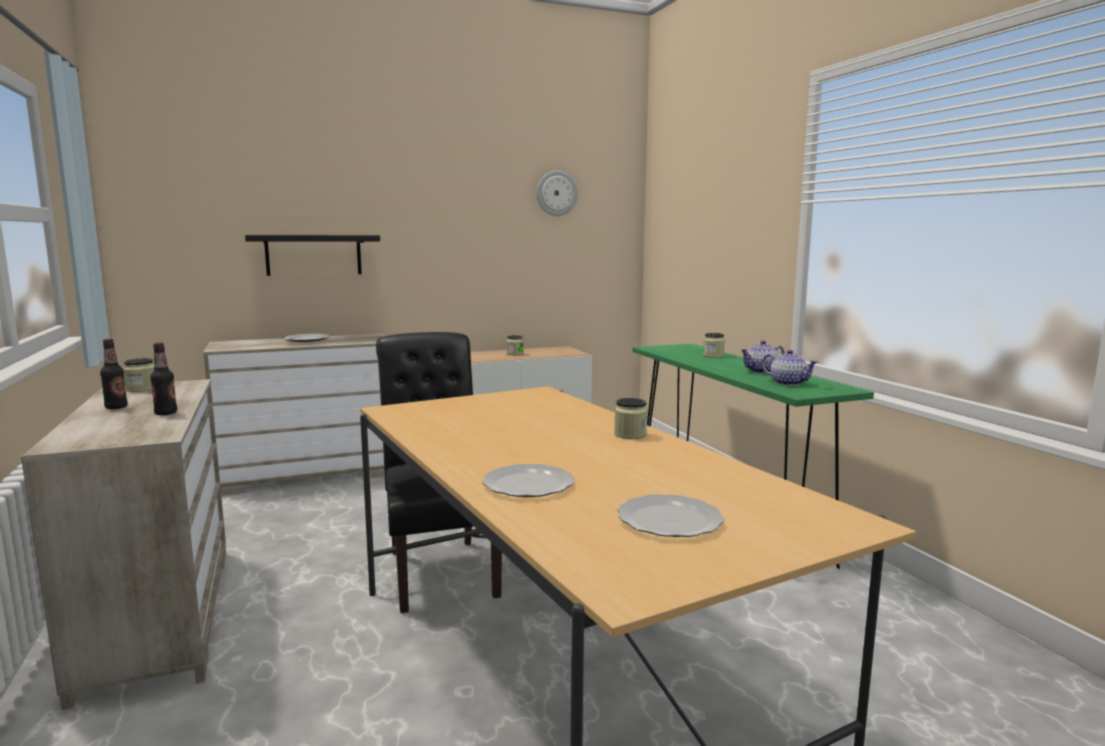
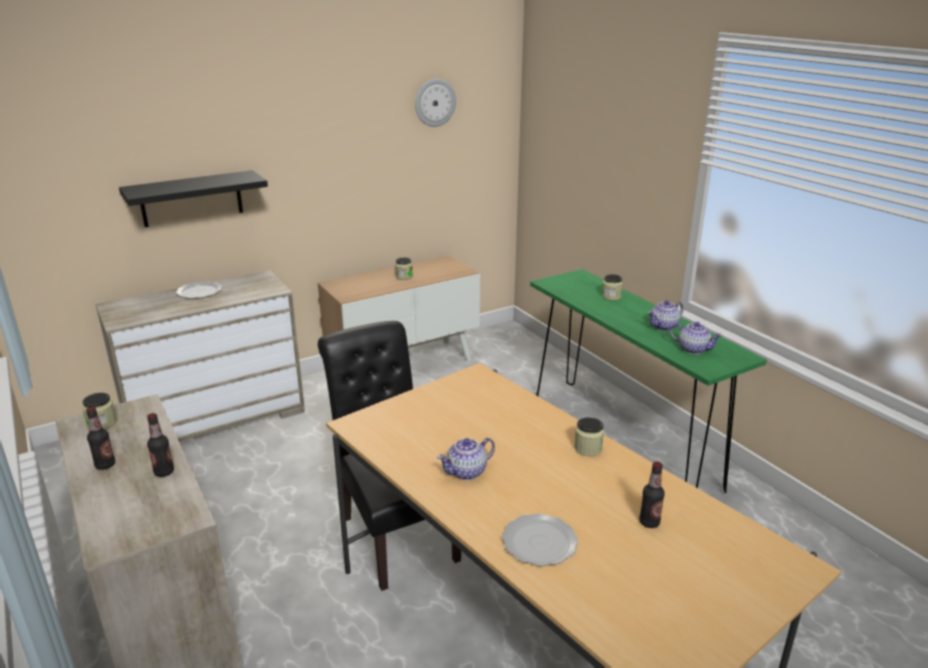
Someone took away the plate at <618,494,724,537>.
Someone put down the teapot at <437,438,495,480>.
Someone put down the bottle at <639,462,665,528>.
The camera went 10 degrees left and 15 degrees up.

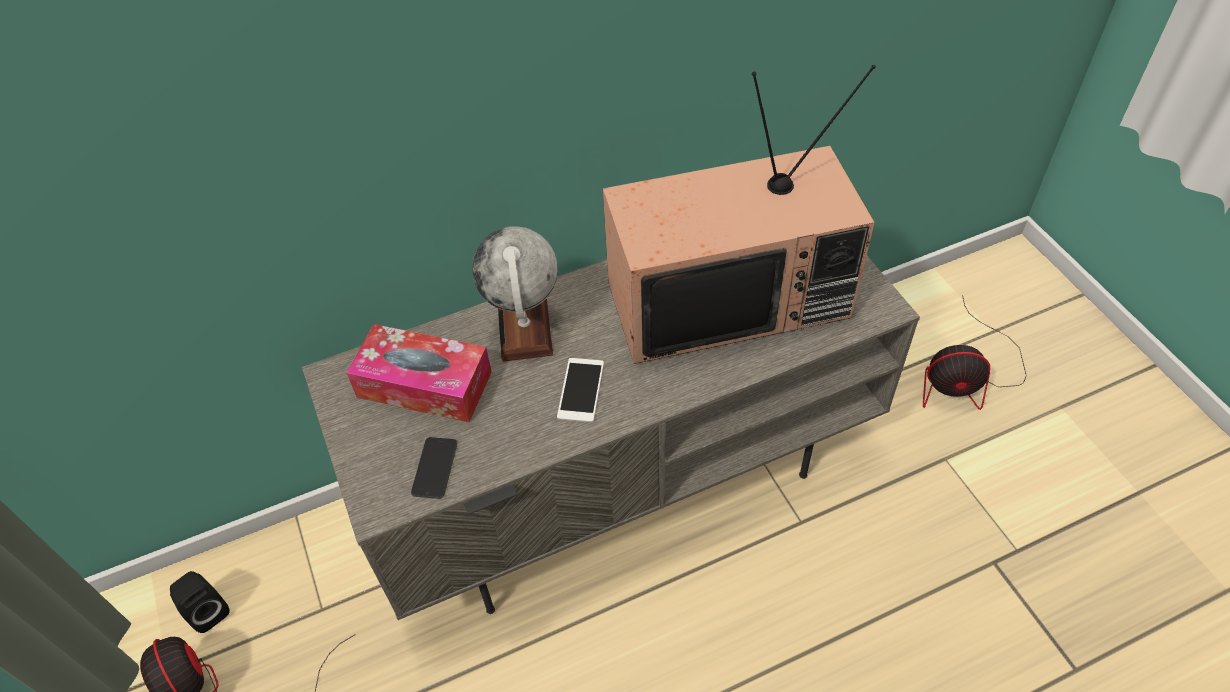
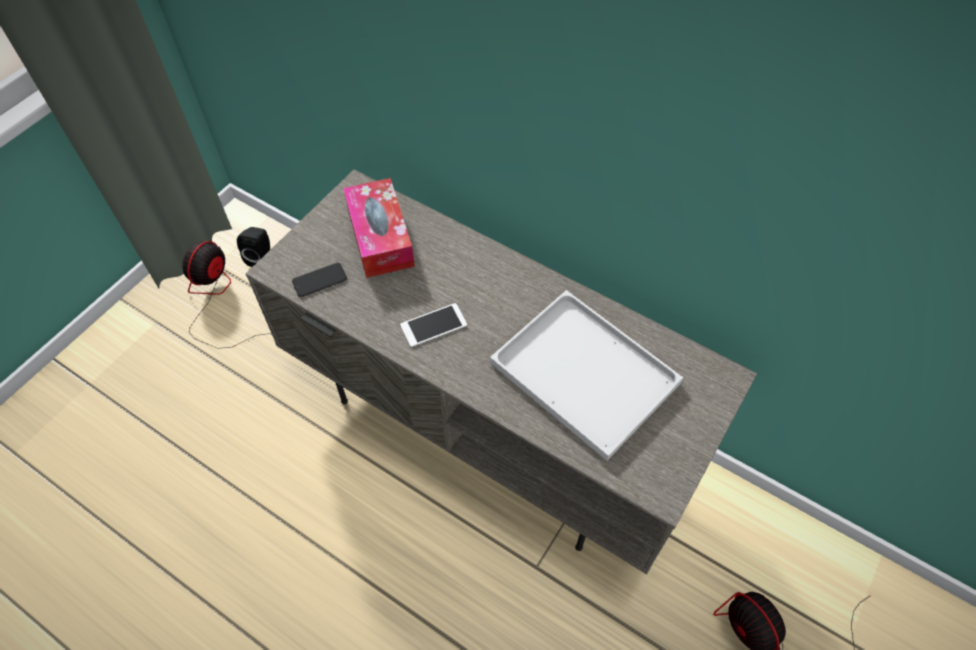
Someone took away the globe at <472,226,558,362>.
Someone swapped the television at <603,65,876,364> for the tray/white at <490,290,683,461>.
The camera went 55 degrees right and 5 degrees up.

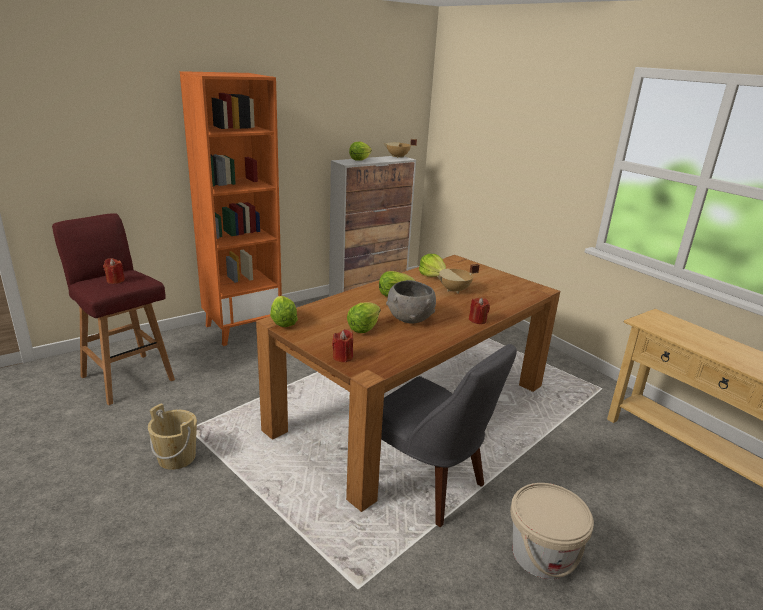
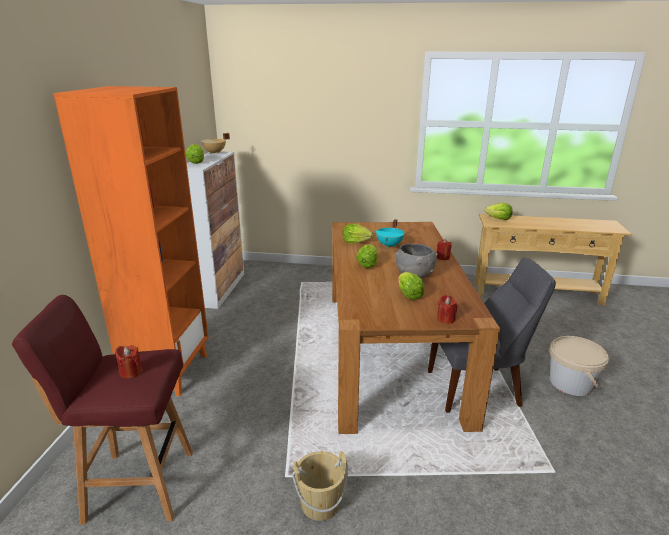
Someone carried the lettuce from <270,296,298,327> to <485,203,513,220>.
Someone repainted the cooking pot/beige at <437,264,479,294>, which became the cooking pot/turquoise at <376,219,404,248>.
The camera went 45 degrees left and 0 degrees up.

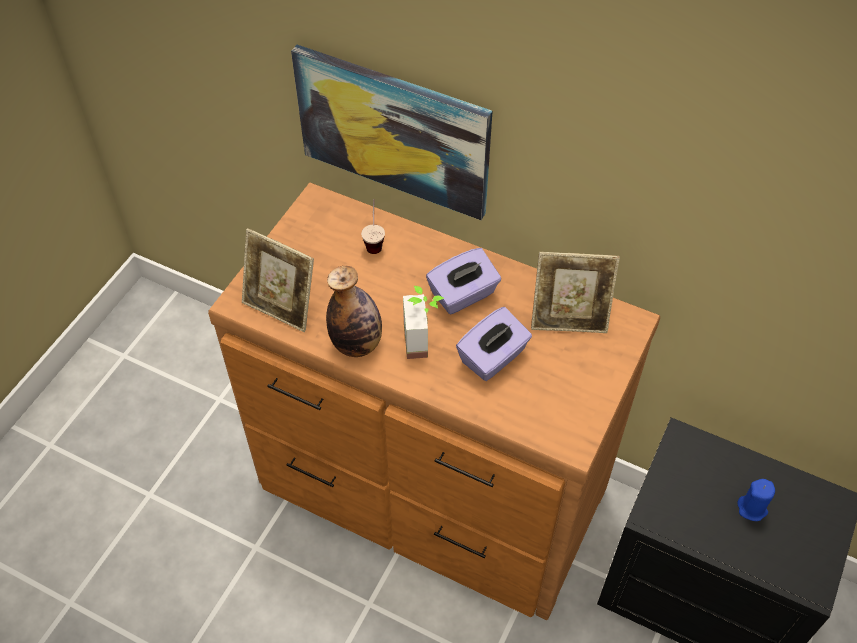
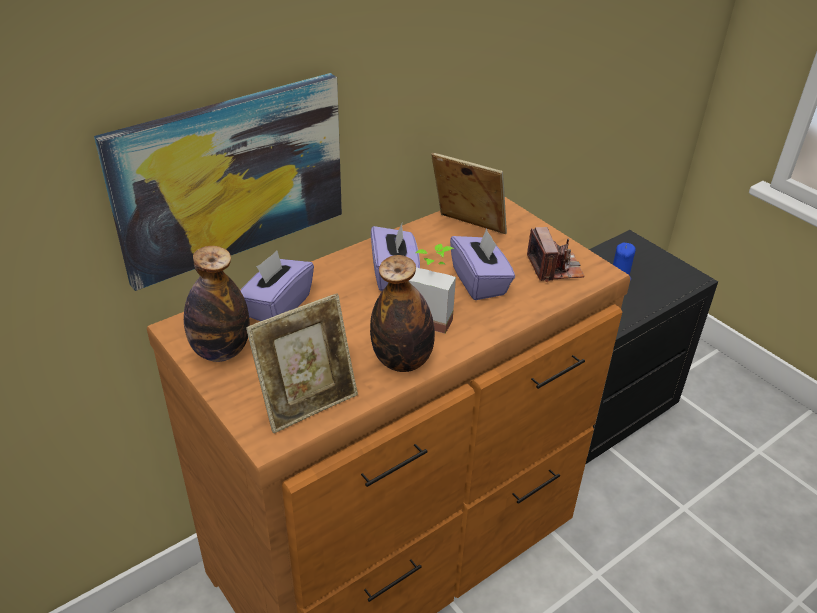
Someone swapped the cup at <361,199,385,254> for the tissue box/purple at <240,251,314,321>.
Someone rotated the picture frame at <531,252,620,333> by 90 degrees counterclockwise.
Someone put down the bottle at <184,246,250,362>.
Someone put down the photo camera at <527,227,584,282>.
The camera went 65 degrees left and 15 degrees down.

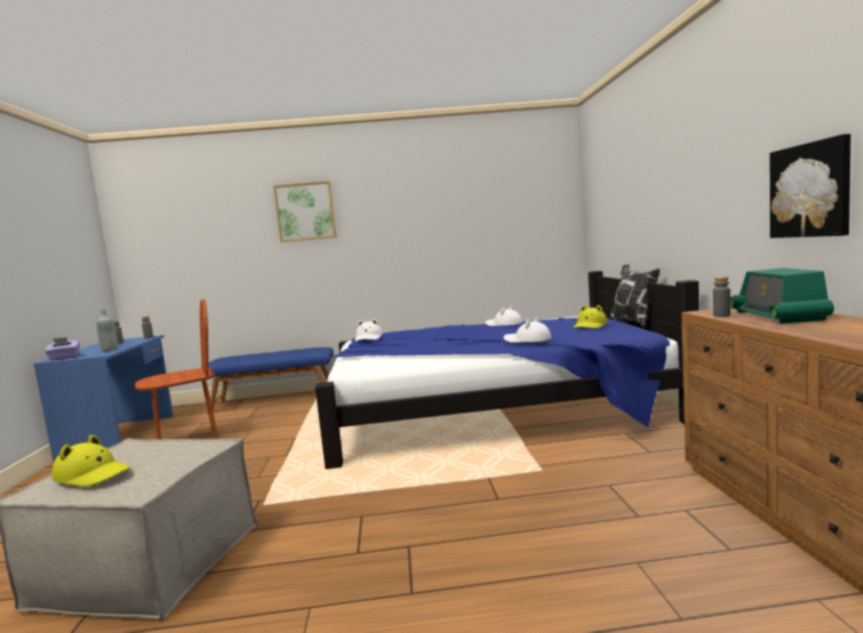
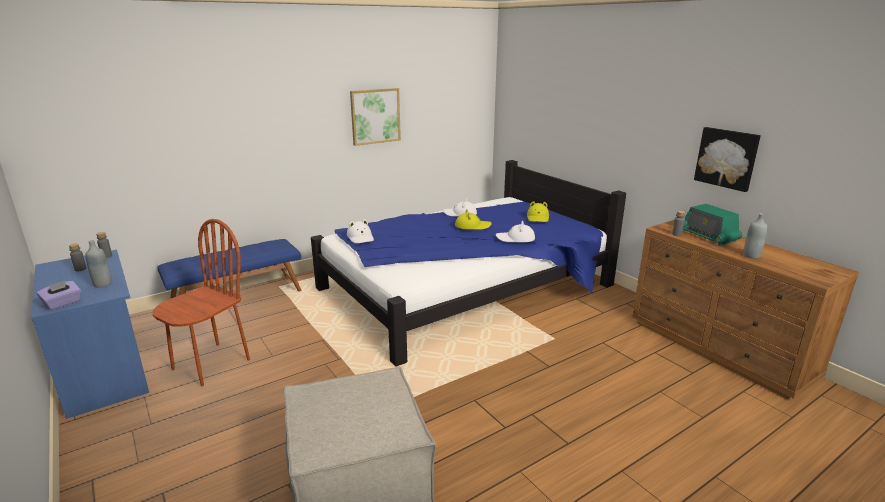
Someone carried the hat/yellow from <52,435,131,486> to <455,209,492,230>.
Someone carried the picture from <273,181,337,242> to <350,88,401,146>.
Someone took away the pillow at <610,264,660,327>.
Someone put down the bottle/grey at <743,213,768,259>.
The camera went 30 degrees left and 15 degrees up.

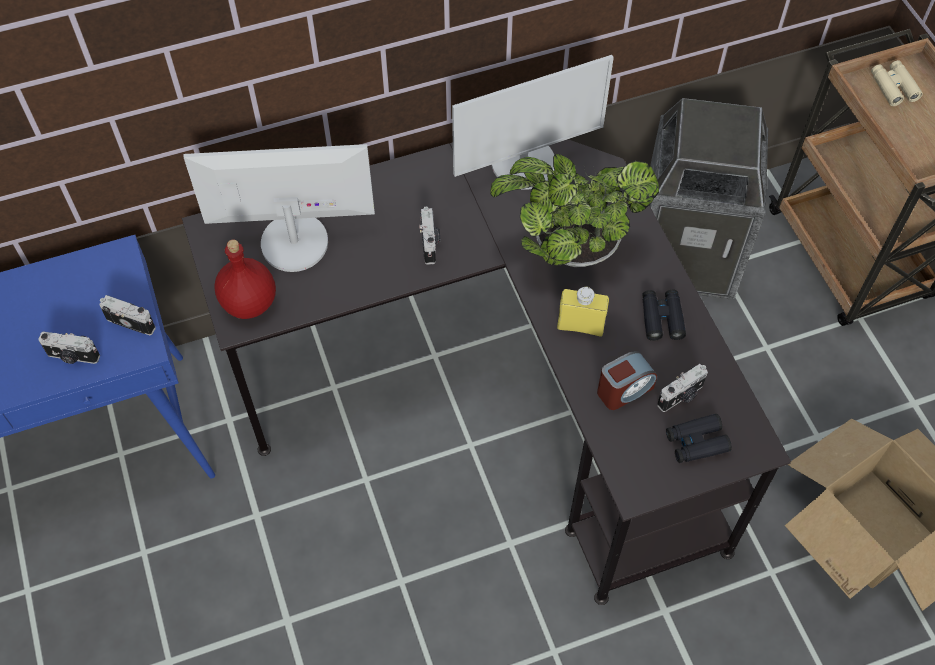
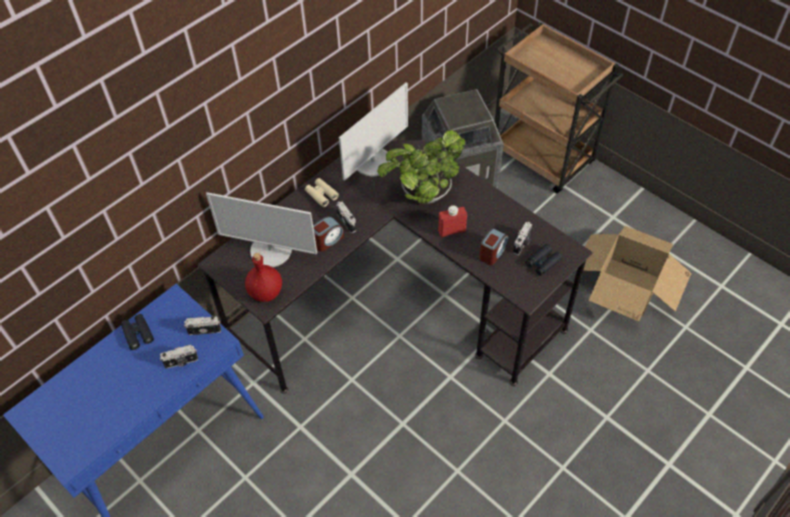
Someone rotated the monitor at <184,144,375,272> by 135 degrees counterclockwise.
Someone repainted the bottle/yellow at <557,286,609,337>, which became the bottle/red at <438,205,467,237>.
Someone carried the binoculars/black from <642,290,686,341> to <121,314,154,350>.
Someone carried the binoculars/beige from <871,60,923,106> to <305,178,339,207>.
Someone put down the alarm clock at <313,216,344,252>.
The camera went 25 degrees left and 5 degrees down.

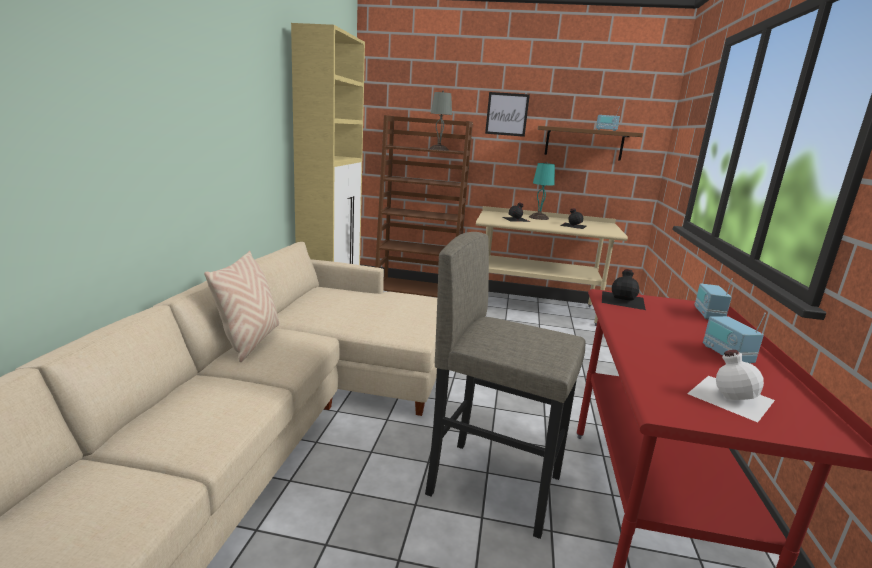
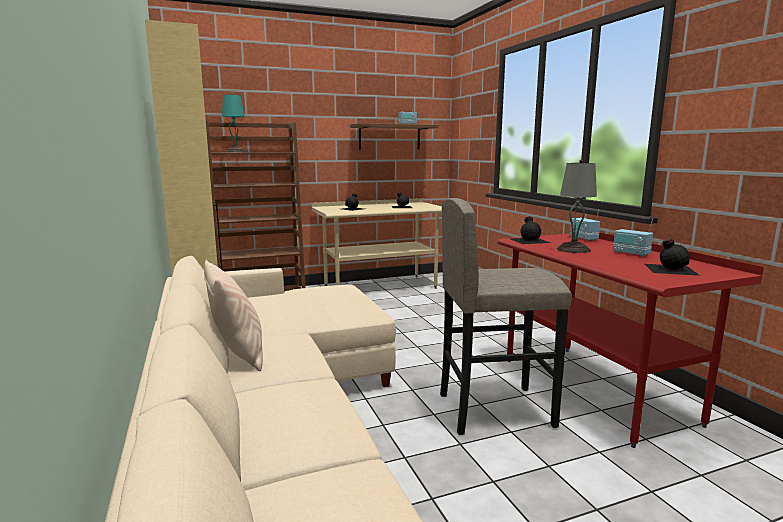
Someone carried the table lamp/grey from <429,91,452,151> to <557,160,597,253>.
Someone took away the picture at <485,92,530,137>.
Someone carried the table lamp/turquoise from <529,162,555,220> to <222,93,246,153>.
Someone repainted the bottle/white at <687,350,775,422>, which became the bottle/black at <645,238,700,276>.
The camera went 30 degrees left and 5 degrees down.

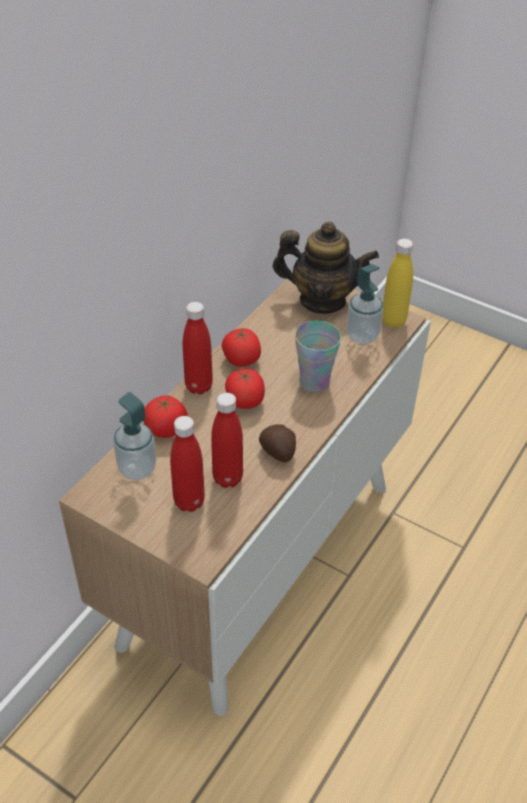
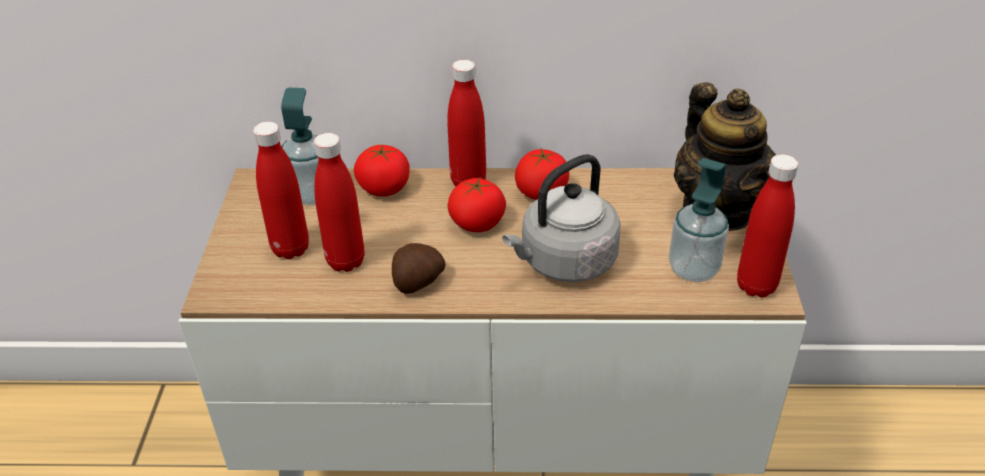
Someone swapped the cup at <295,321,341,392> for the kettle/grey at <502,154,621,282>.
Someone repainted the bottle/yellow at <382,238,413,328>, which became the bottle/red at <737,154,798,298>.
The camera went 60 degrees right and 5 degrees down.

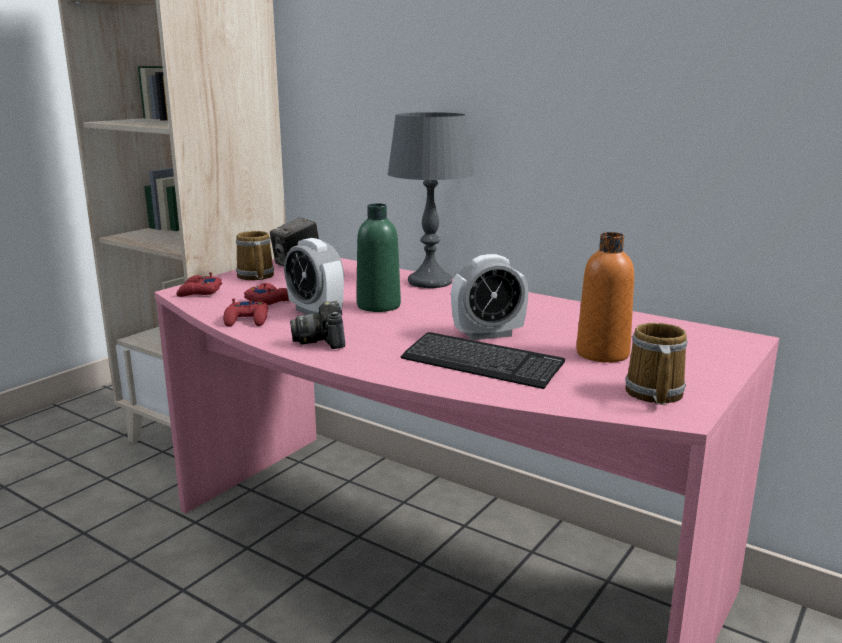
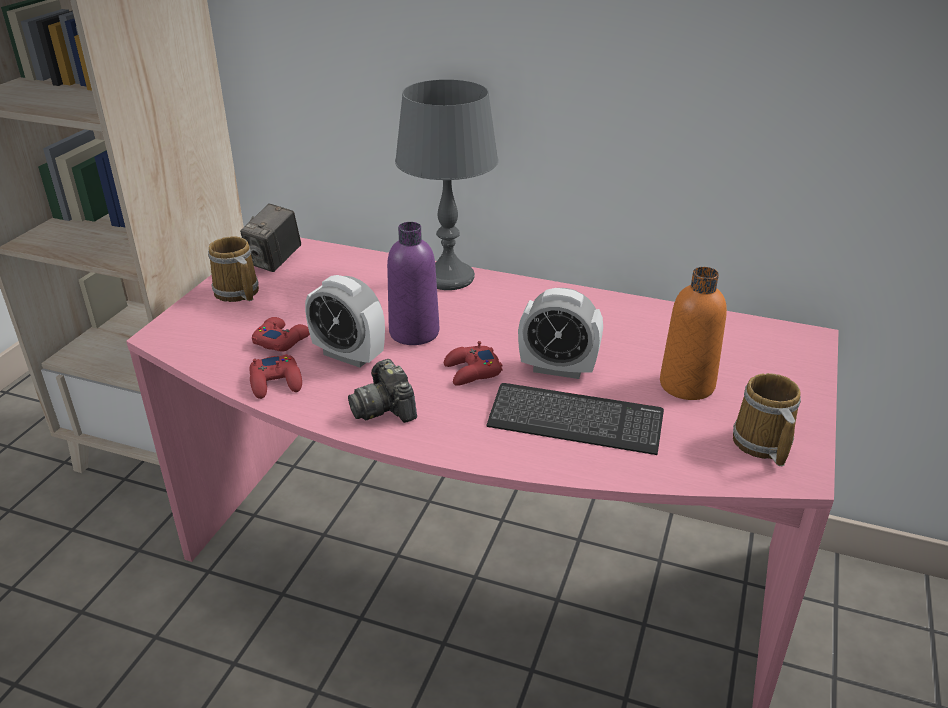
Someone carried the game controller/red from <177,272,222,297> to <444,341,503,386>.
Someone repainted the bottle/green at <357,203,401,312>, which became the bottle/purple at <387,222,439,345>.
Someone rotated the alarm clock at <451,254,528,340> by 45 degrees clockwise.
The camera went 15 degrees left and 15 degrees up.

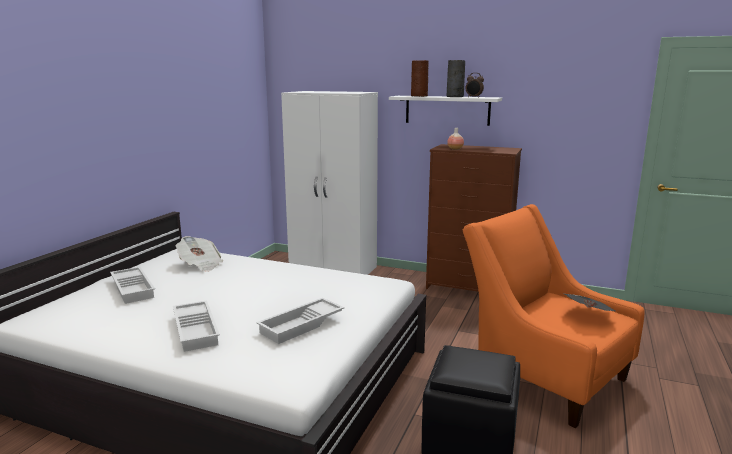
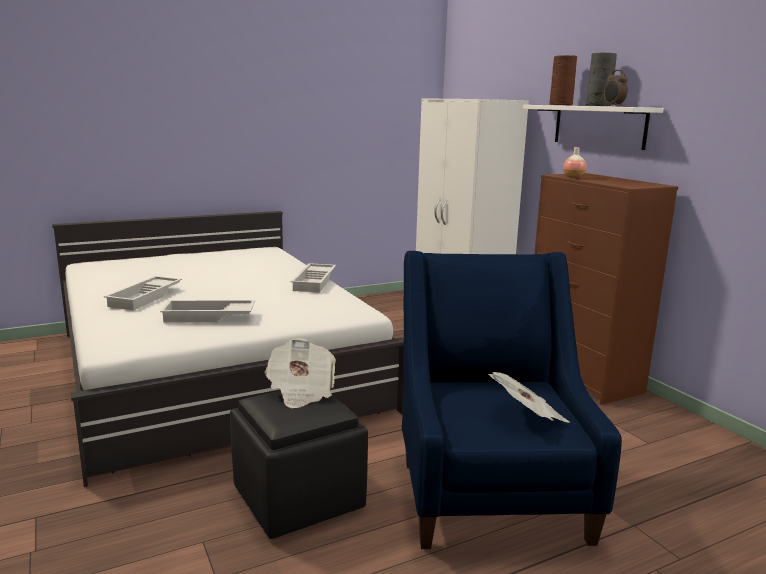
Someone carried the tray/white from <110,267,155,304> to <291,263,336,292>.
Someone carried the newspaper from <176,236,223,272> to <265,338,336,408>.
Someone repainted the armchair/orange at <463,204,644,428>, which became the armchair/blue at <402,251,622,549>.
The camera went 40 degrees right and 0 degrees up.

